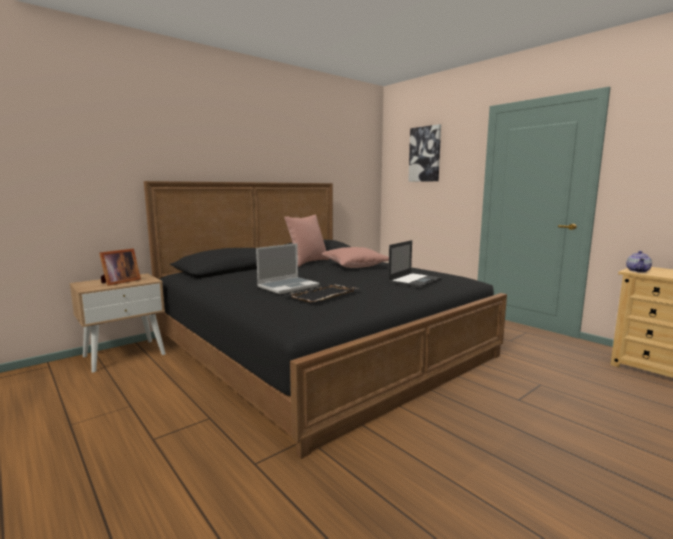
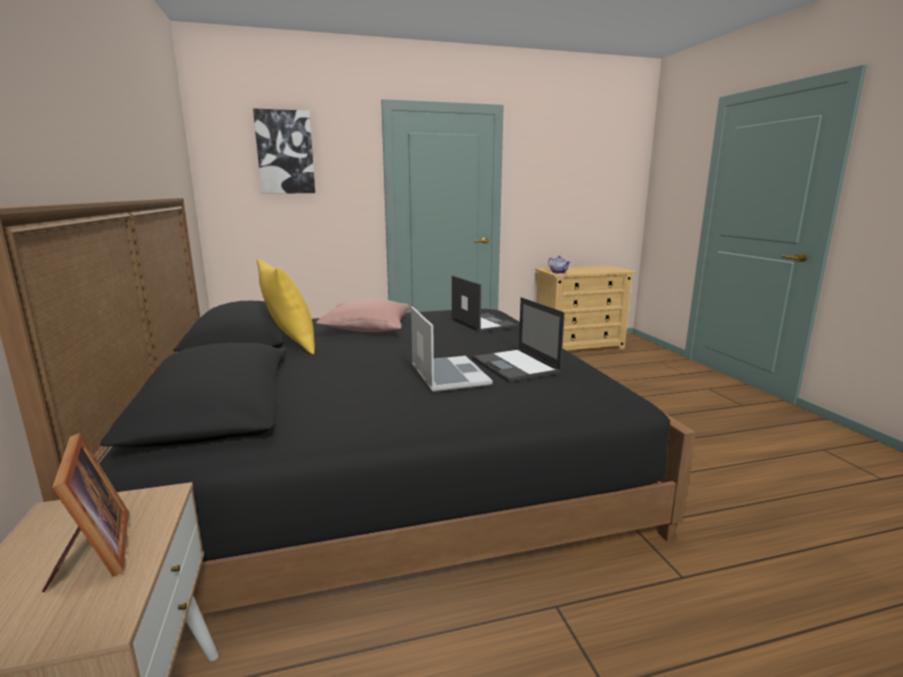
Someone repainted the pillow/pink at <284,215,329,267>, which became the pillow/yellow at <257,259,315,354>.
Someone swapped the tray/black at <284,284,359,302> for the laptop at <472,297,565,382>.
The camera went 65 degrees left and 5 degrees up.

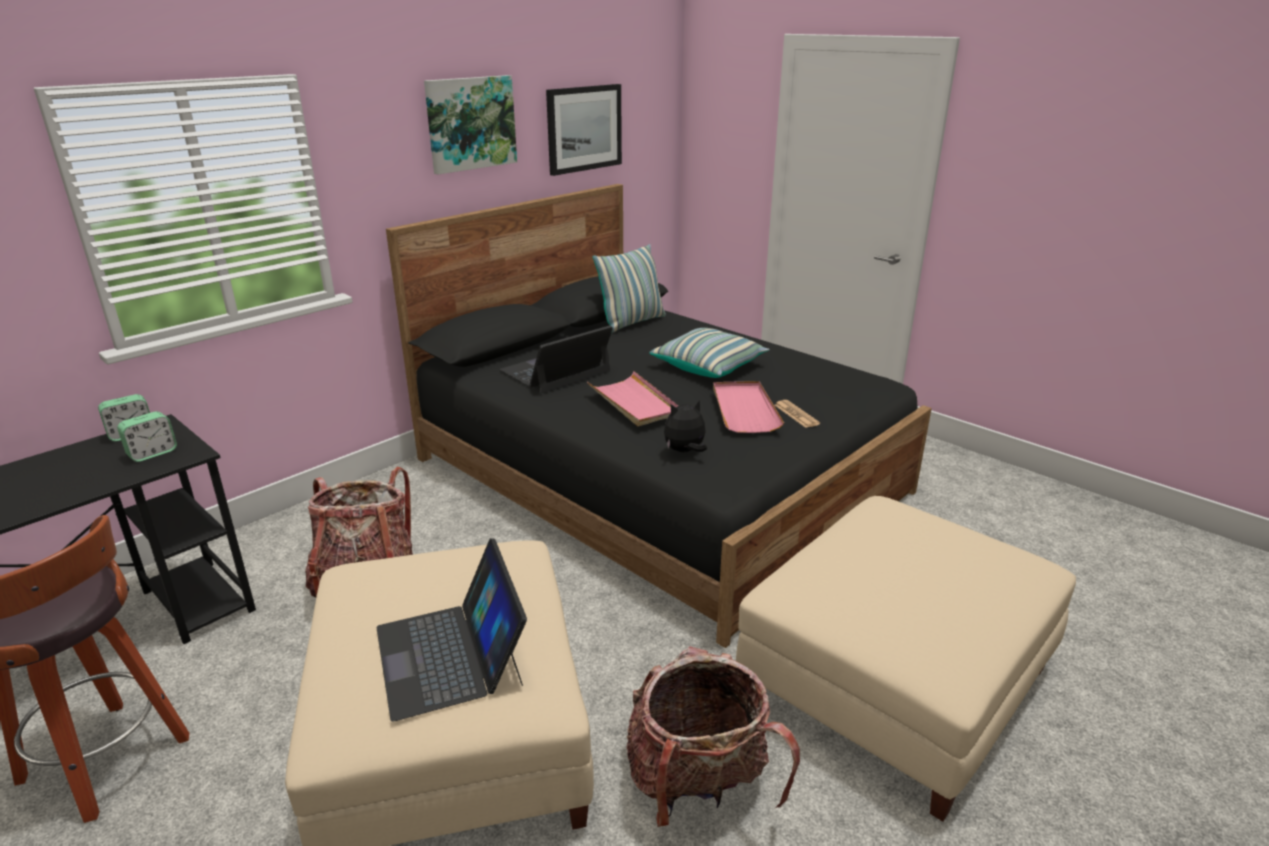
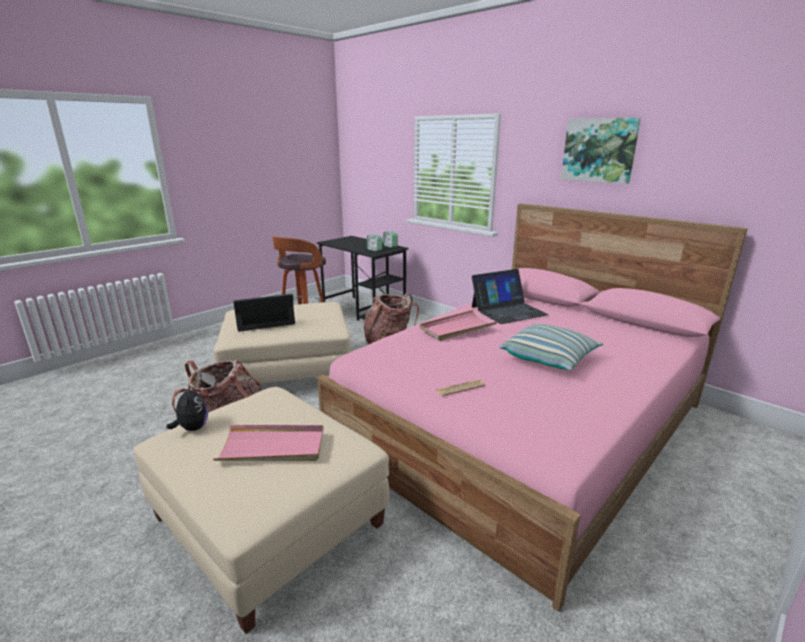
Someone repainted the bed/black at <386,184,932,648>, which became the bed/pink at <317,203,748,612>.
Someone rotated the laptop at <500,325,613,393> by 105 degrees clockwise.
Someone took away the picture at <546,84,622,176>.
Someone took away the pillow at <593,244,666,333>.
Someone carried the plush toy from <664,399,707,452> to <166,383,208,431>.
Someone carried the tray/pink from <713,381,784,433> to <213,425,324,461>.
The camera went 90 degrees right and 5 degrees down.

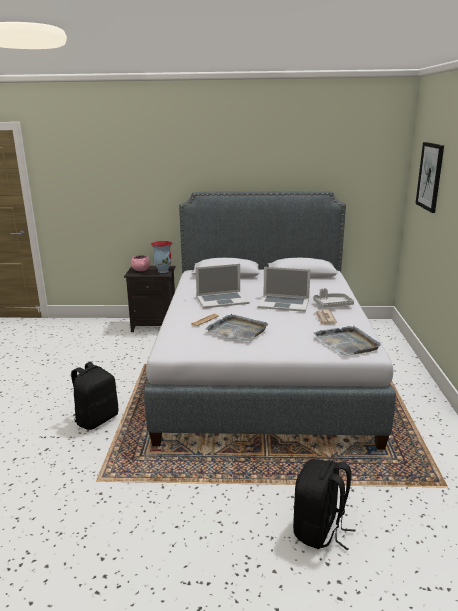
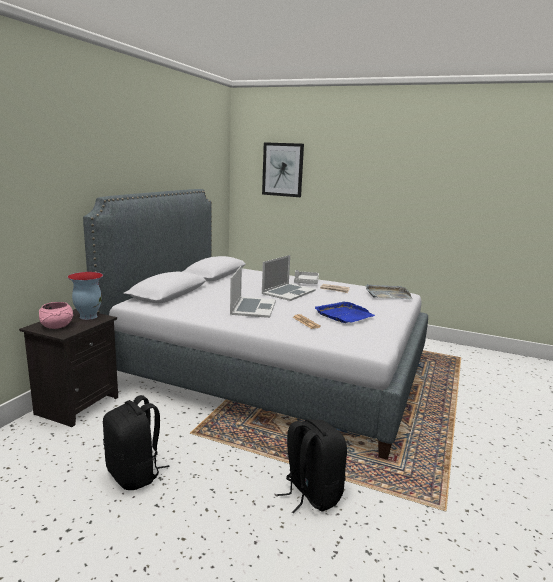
Someone repainted the tray/grey at <206,314,269,341>, which became the tray/blue at <315,301,375,323>.
Someone carried the backpack/black from <293,459,356,551> to <103,395,169,490>.
The camera went 70 degrees left and 5 degrees down.

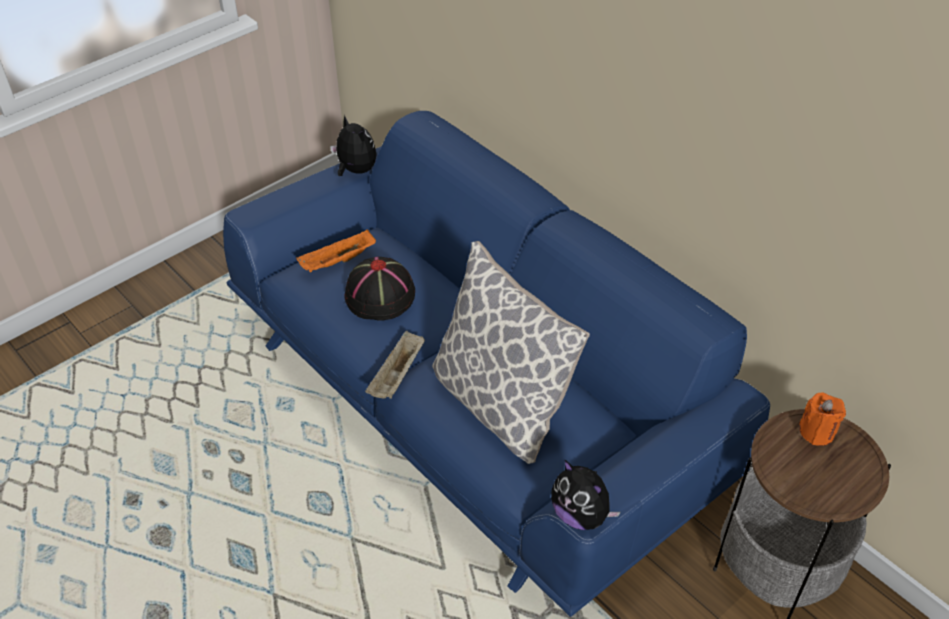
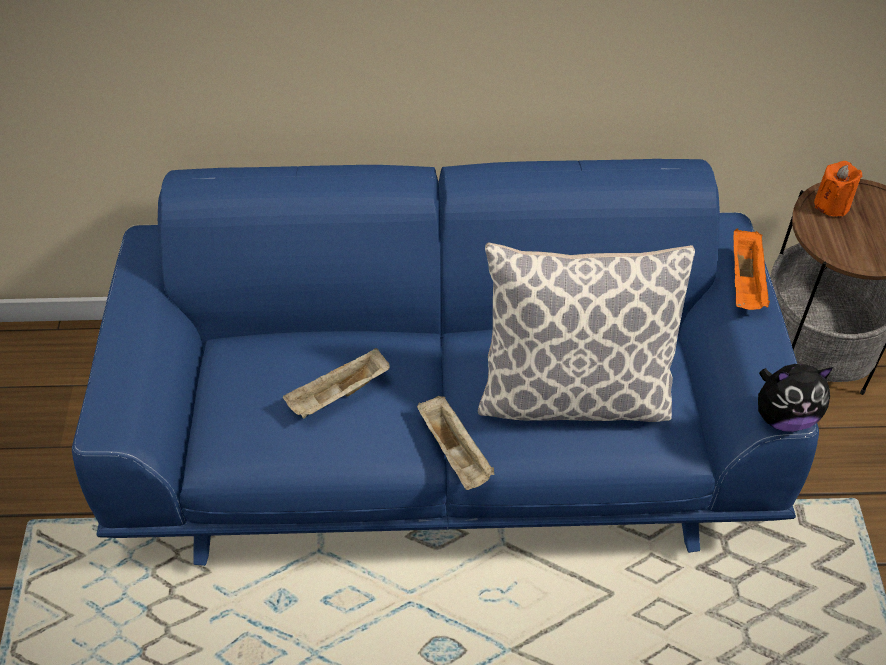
Someone carried the tray/orange from <296,229,376,273> to <733,228,770,310>.
Someone took away the plush toy at <330,115,377,176>.
Someone swapped the hat/black at <344,257,415,321> for the tray/beige at <283,348,390,419>.
The camera went 50 degrees left and 5 degrees up.

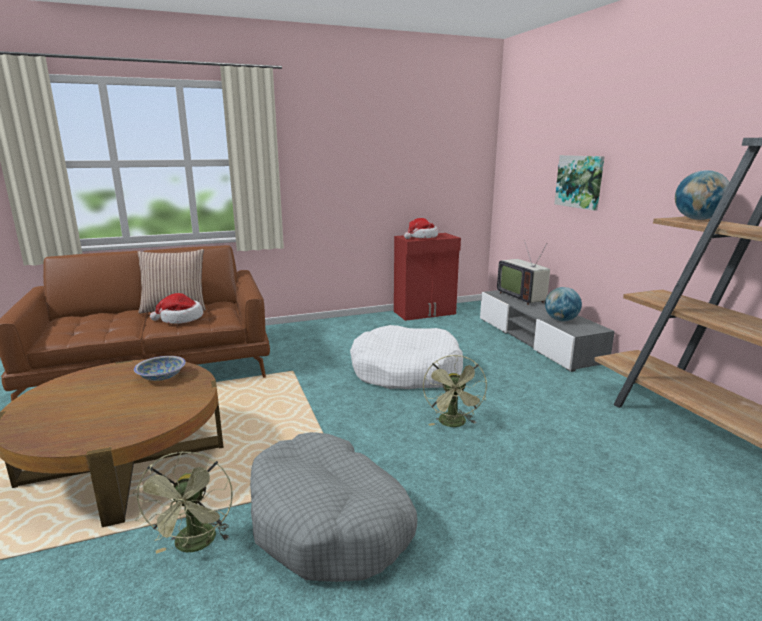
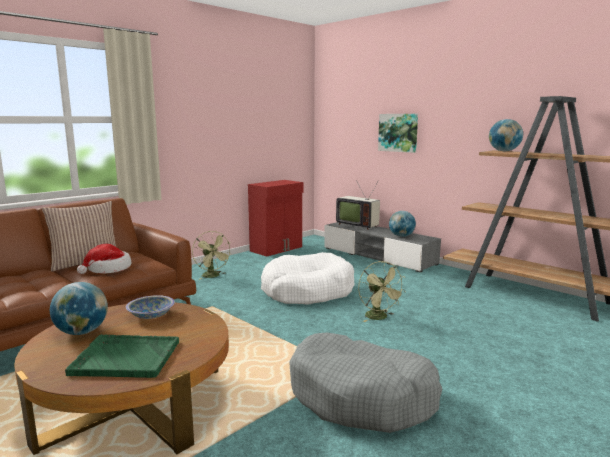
Someone carried the fan/green from <133,451,233,554> to <192,231,232,280>.
Someone took away the hat at <404,218,438,239>.
Someone put down the globe at <50,282,108,335>.
Someone put down the tray/green at <65,334,179,378>.
The camera went 25 degrees left and 5 degrees down.

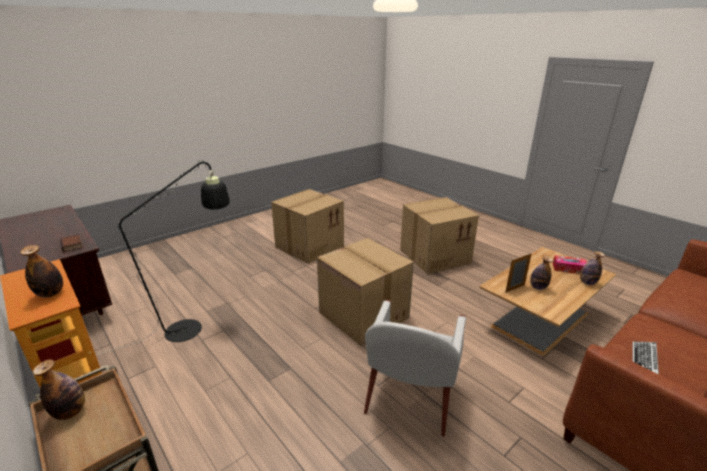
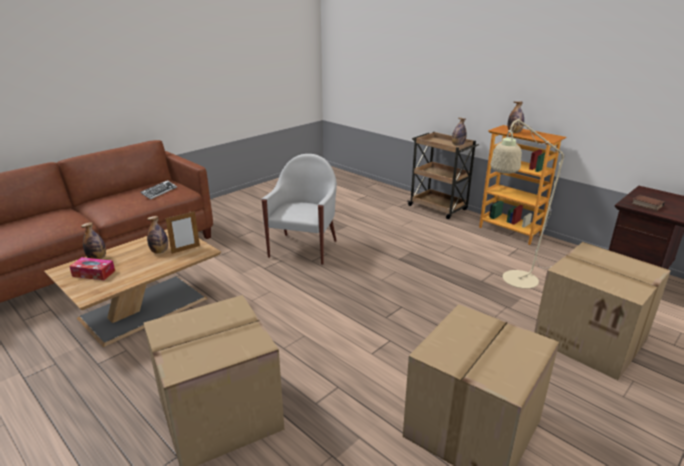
Someone repainted the floor lamp/black at <98,160,230,354>, which became the floor lamp/beige at <491,118,565,289>.
Someone carried the cardboard box from <317,238,414,346> to <534,242,671,380>.
The camera went 175 degrees right and 0 degrees up.

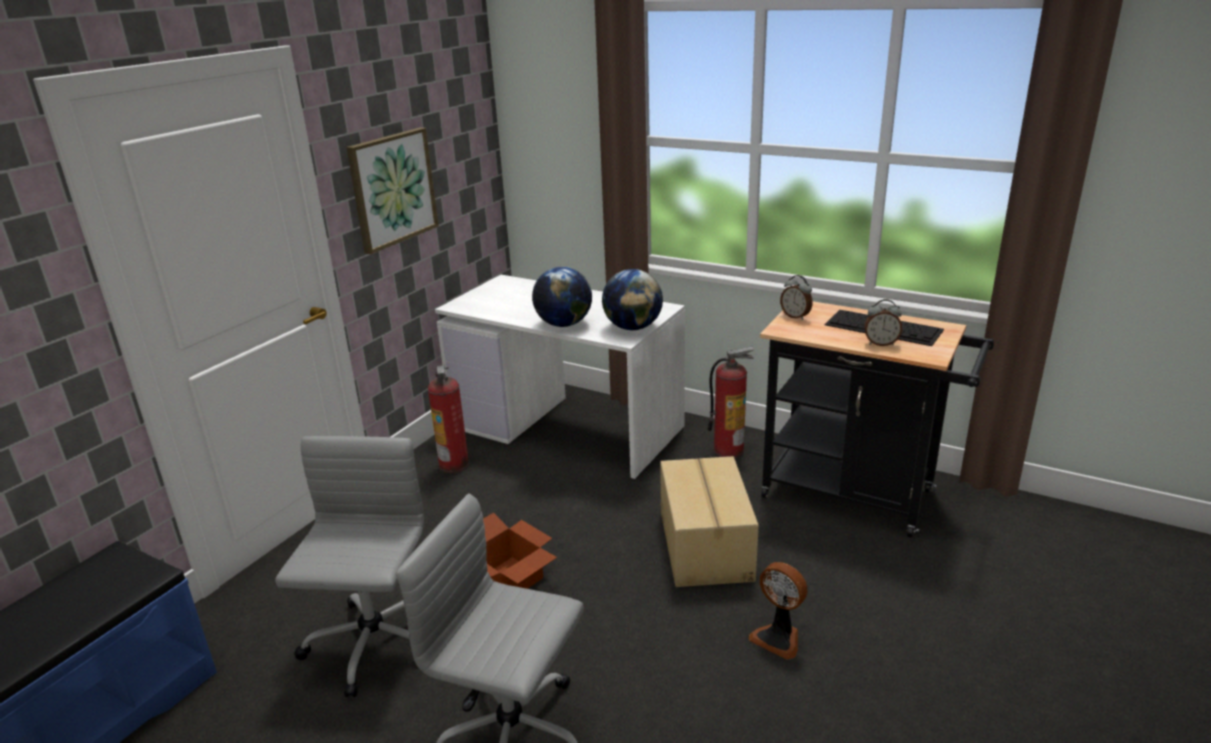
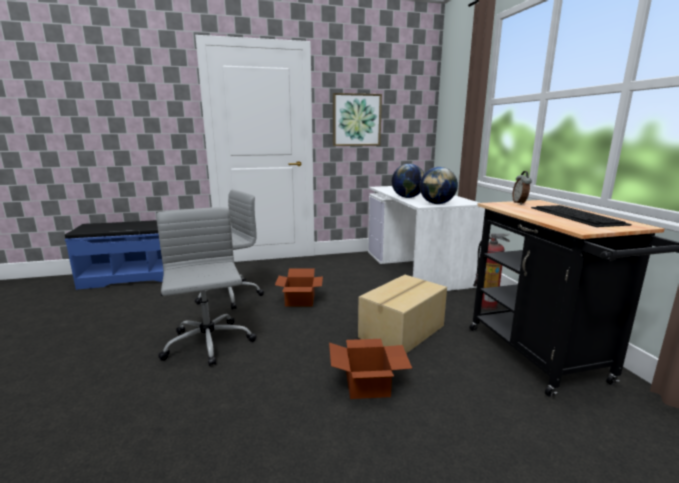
Someone took away the fire extinguisher at <428,365,469,473>.
Someone swapped the fan at <749,562,807,660> for the cardboard box at <329,339,412,399>.
Someone took away the alarm clock at <864,299,902,346>.
The camera went 45 degrees right and 10 degrees down.

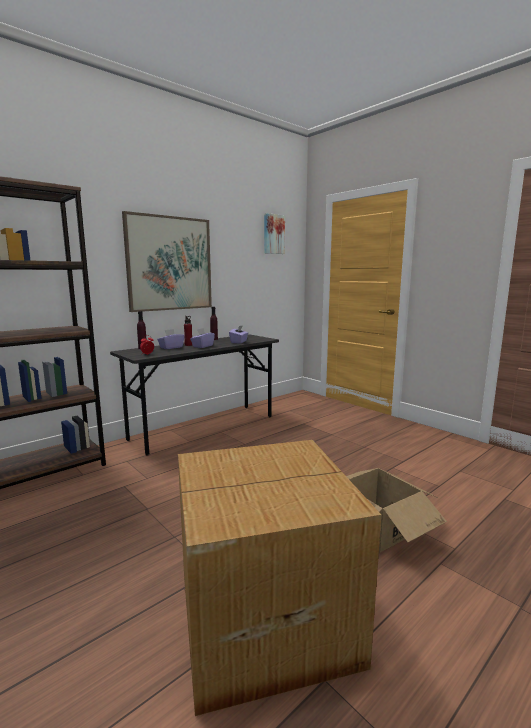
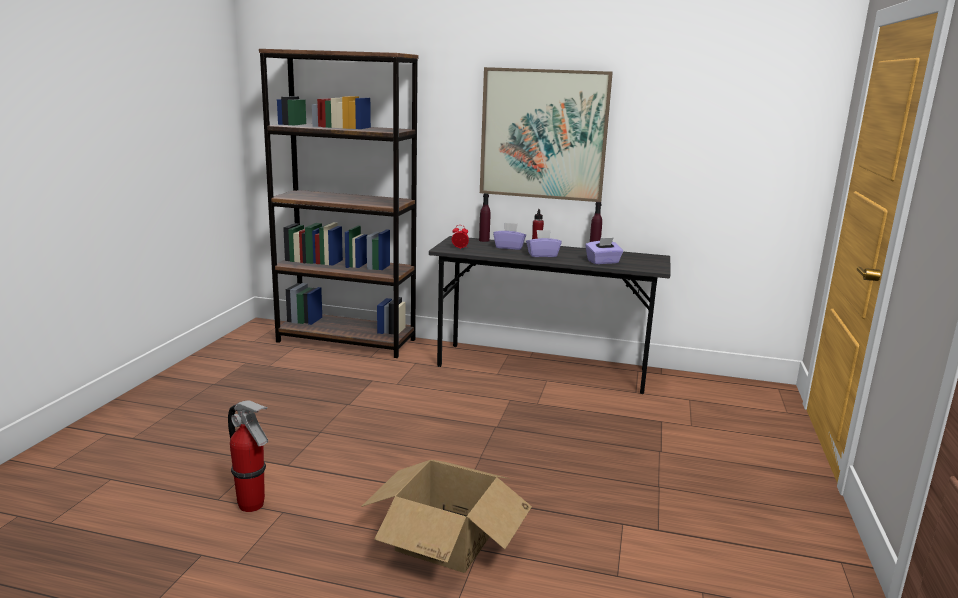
Someone swapped the cardboard box at <178,440,381,716> for the fire extinguisher at <228,400,268,512>.
Someone took away the picture at <264,213,285,254>.
The camera went 55 degrees right and 5 degrees up.

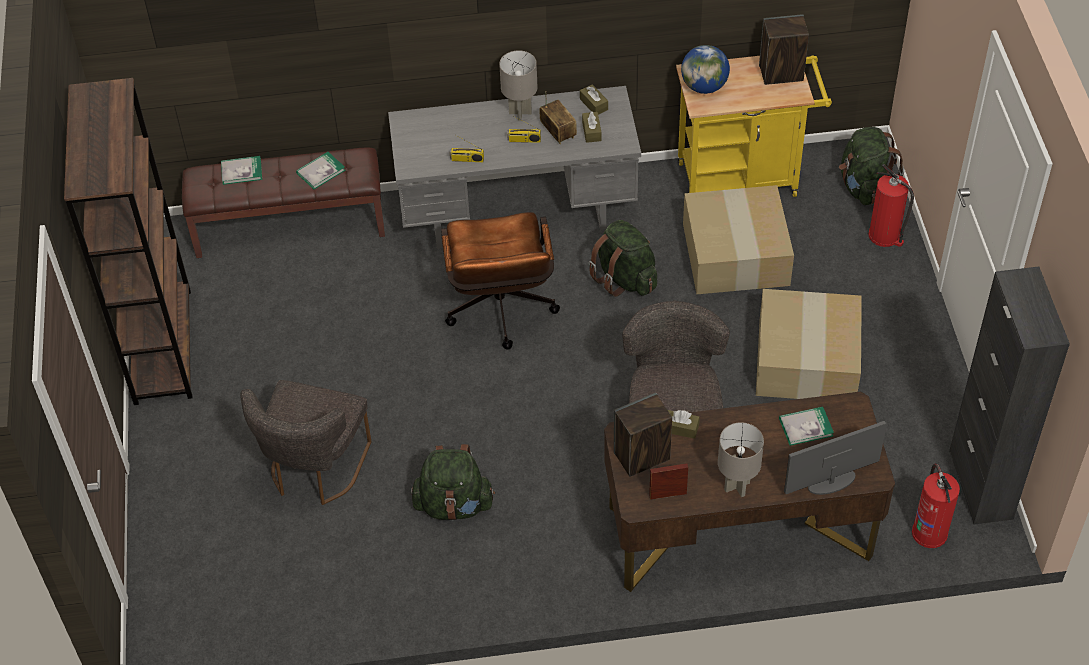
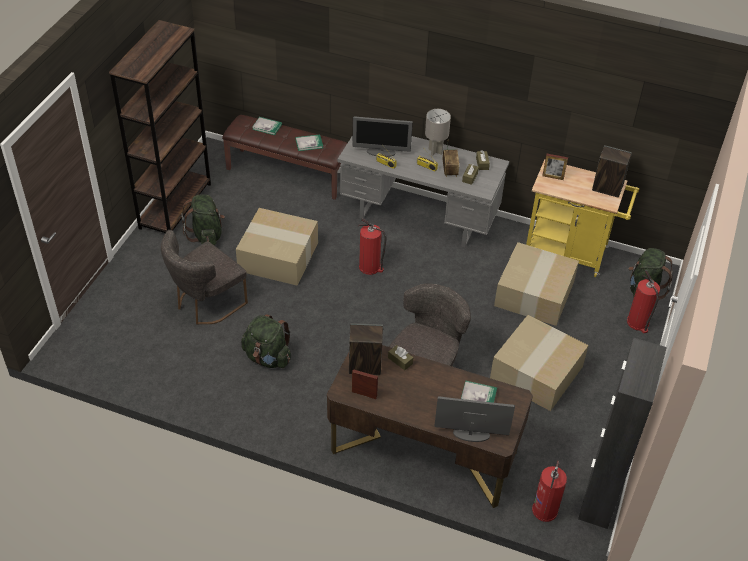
Someone swapped the office chair/brown at <441,212,560,350> for the fire extinguisher at <358,219,387,275>.
Someone carried the backpack/green from <588,220,657,297> to <181,194,225,246>.
Someone swapped the globe at <681,45,730,94> for the picture frame at <542,154,568,180>.
Someone took away the table lamp/grey at <718,422,764,497>.
Someone put down the cardboard box at <236,208,318,286>.
Someone put down the monitor at <352,116,413,157>.
The camera went 25 degrees right and 5 degrees down.

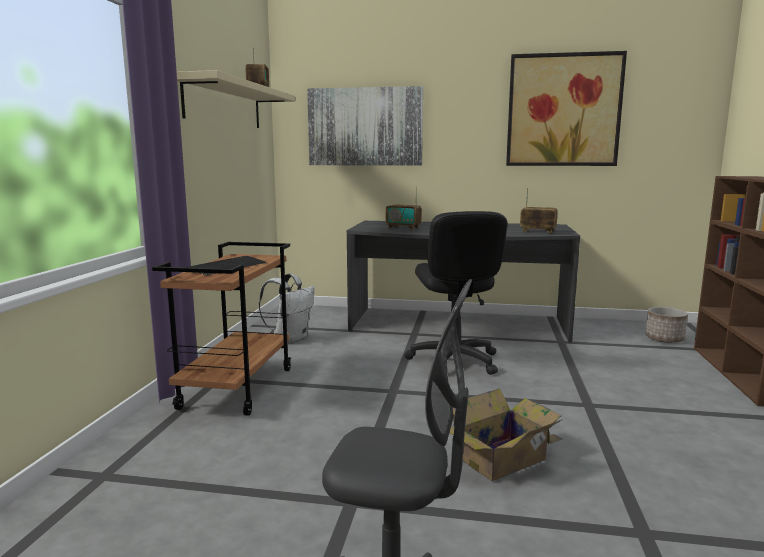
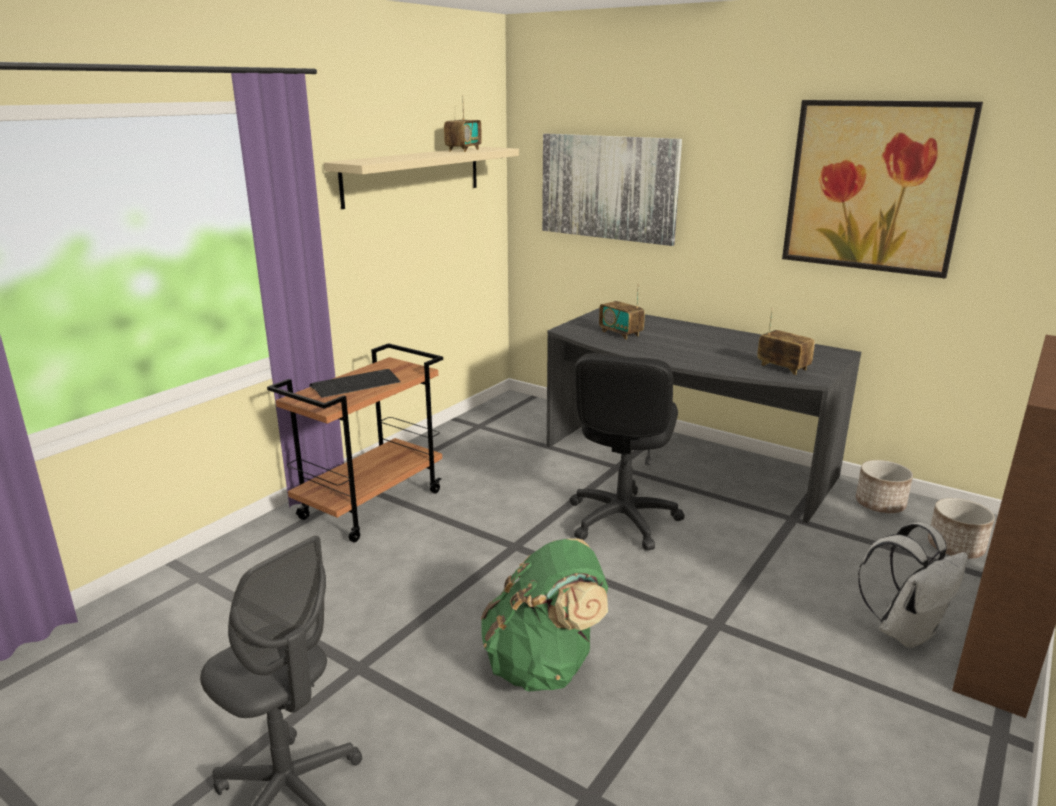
Someone carried the backpack/white from <259,274,315,343> to <858,522,968,648>.
Someone swapped the cardboard box at <449,389,563,481> for the backpack/green at <481,538,608,691>.
Someone put down the planter at <856,460,913,513>.
The camera went 25 degrees right and 10 degrees up.

